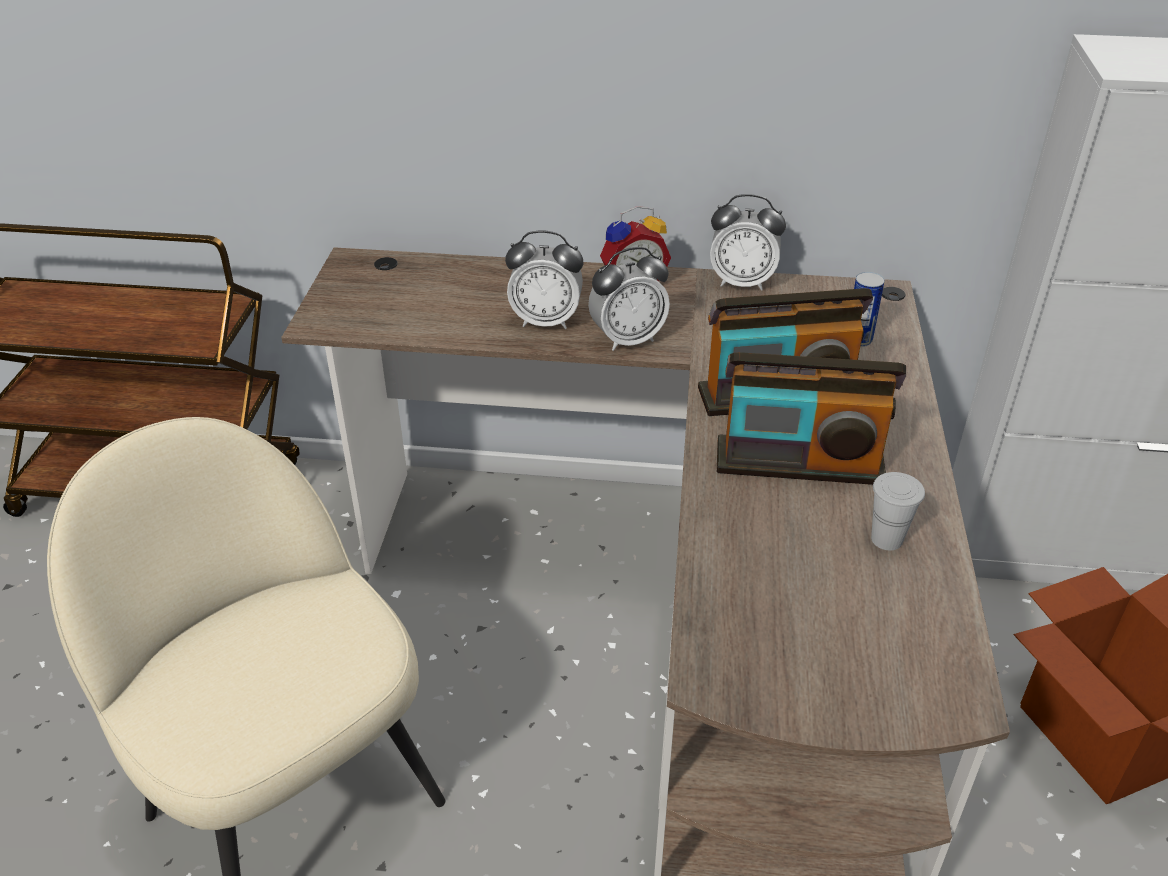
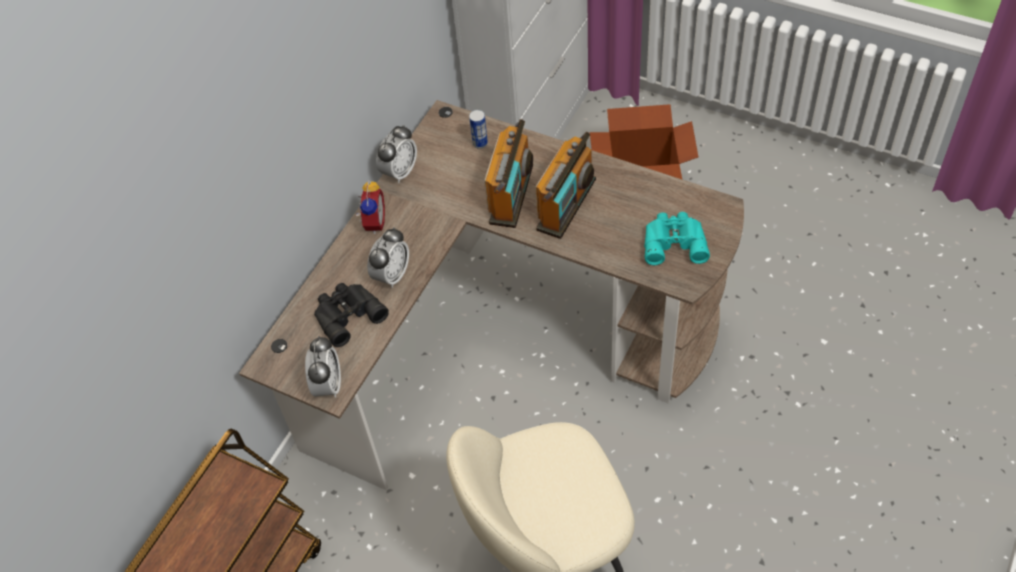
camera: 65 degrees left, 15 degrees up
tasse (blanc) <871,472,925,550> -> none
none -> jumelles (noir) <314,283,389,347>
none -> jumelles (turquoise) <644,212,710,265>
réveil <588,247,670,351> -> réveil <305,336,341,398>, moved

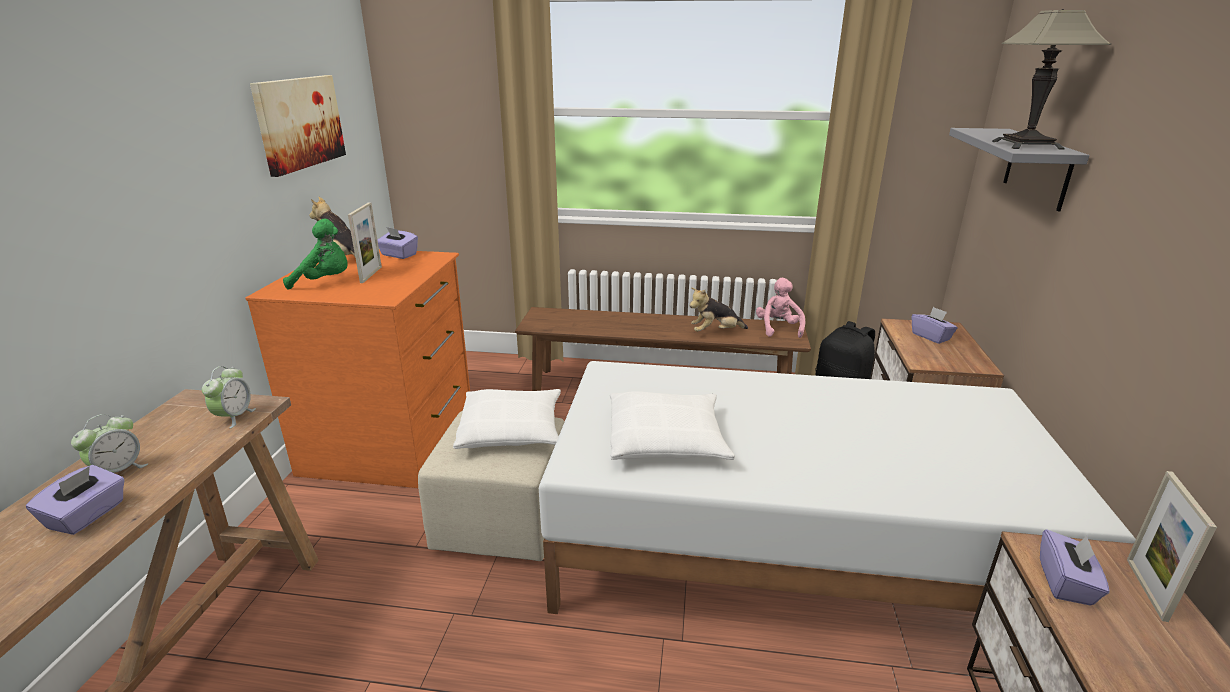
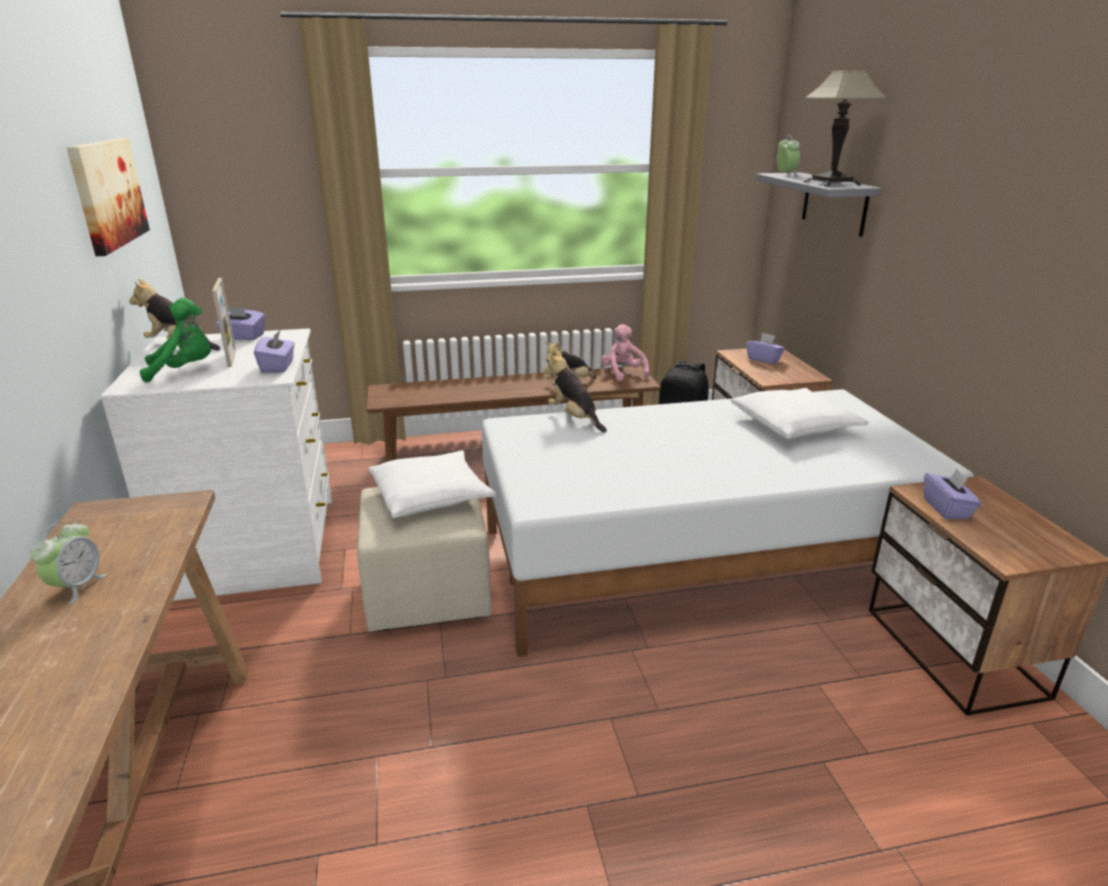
camera: 20 degrees left, 0 degrees up
cadre photo <1127,471,1217,622> -> none
none -> peluche <544,350,607,433>
boîte à mouchoirs (violet) <26,465,125,535> -> boîte à mouchoirs (violet) <254,329,295,373>, moved
réveil <202,366,256,428> -> réveil <777,135,800,176>, moved
coussin (blanc) <610,391,735,460> -> coussin (blanc) <731,388,869,439>, moved
commode (orange) <245,249,470,488> -> commode (blanc) <100,328,332,601>

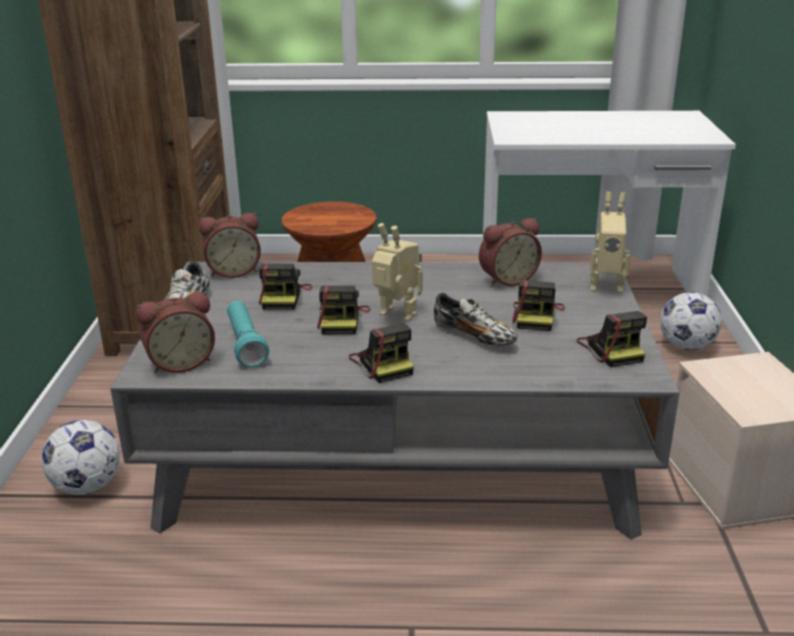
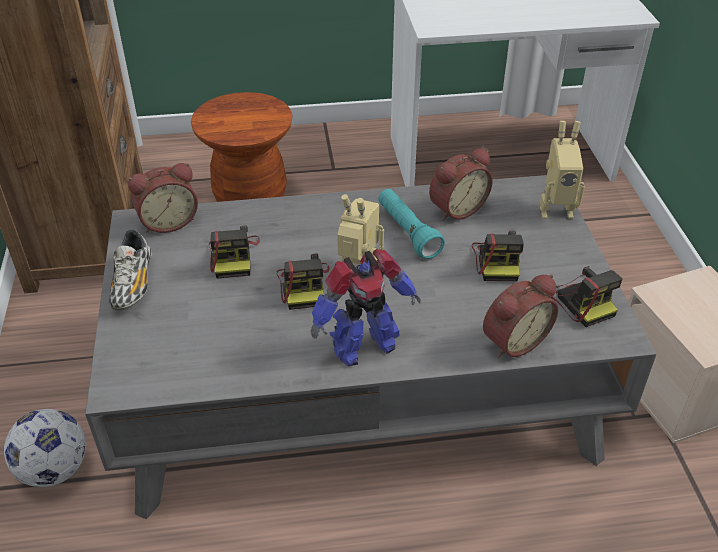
camera: 10 degrees left, 15 degrees up
chaussure <434,292,518,346> -> none
ballon de foot <660,292,722,351> -> none
réveil <136,292,215,373> -> réveil <483,274,558,358>, moved
lampe de poche (turquoise) <227,301,269,367> -> lampe de poche (turquoise) <378,189,445,259>, moved
appareil photo <349,323,414,383> -> robot jouet <311,249,421,366>

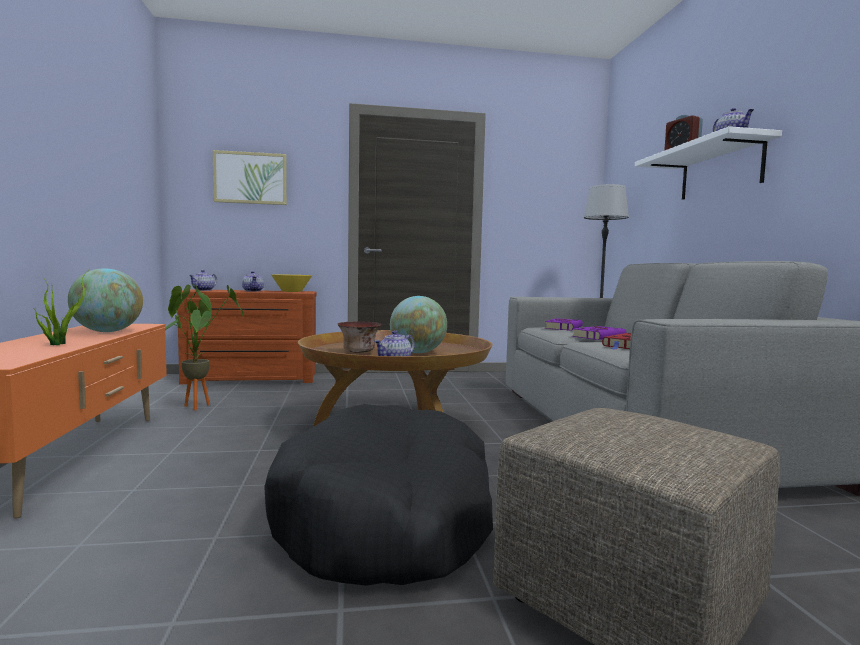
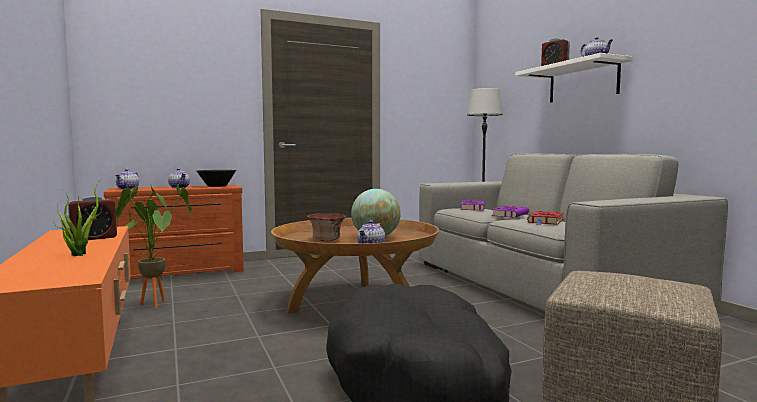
camera: 15 degrees left, 0 degrees up
tableau <213,150,287,205> -> none
globe <68,268,143,332> -> réveil <68,196,117,241>
bol (jaune) <271,274,312,292> -> bol (noir) <197,170,236,187>

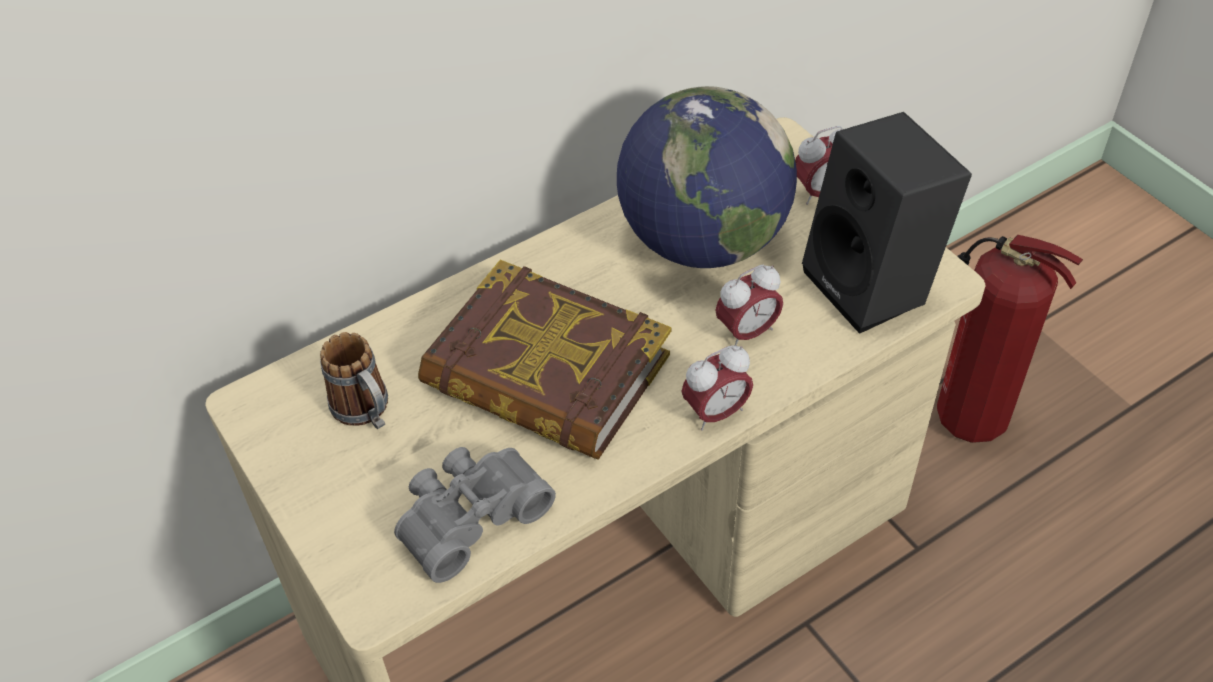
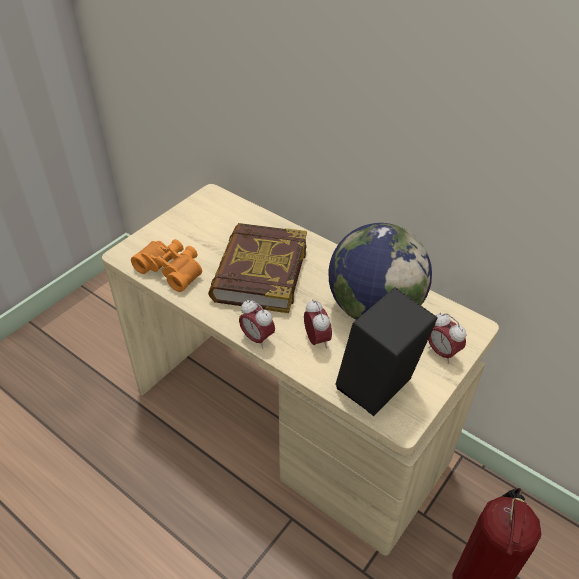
camera: 70 degrees right, 5 degrees down
mug <320,332,388,429> -> none
jumelles (gris) <394,447,556,583> -> jumelles (orange) <131,239,202,292>
réveil <715,264,783,346> -> réveil <304,299,332,348>, 150 degrees counterclockwise

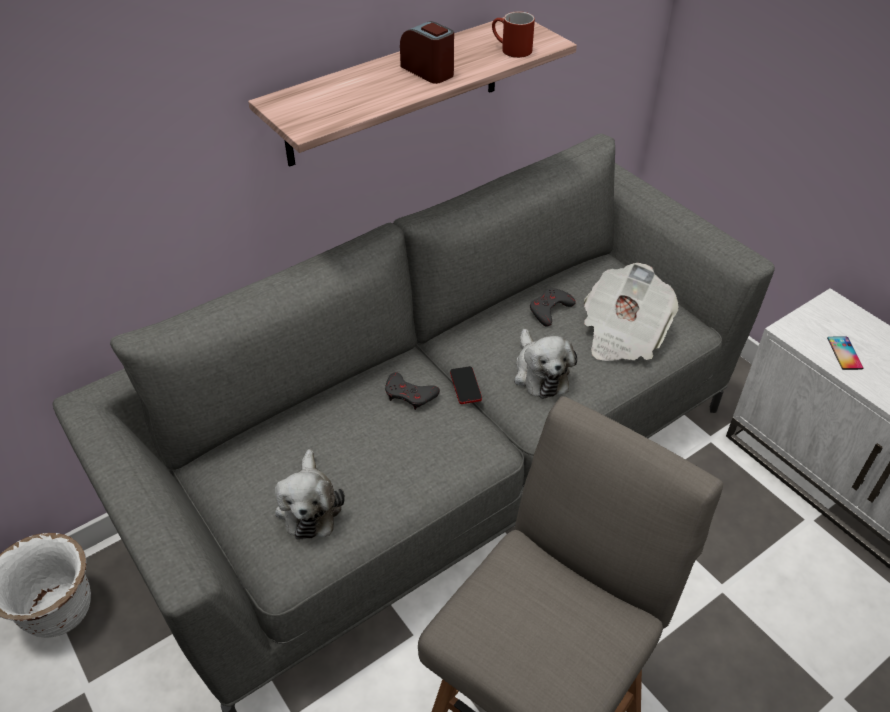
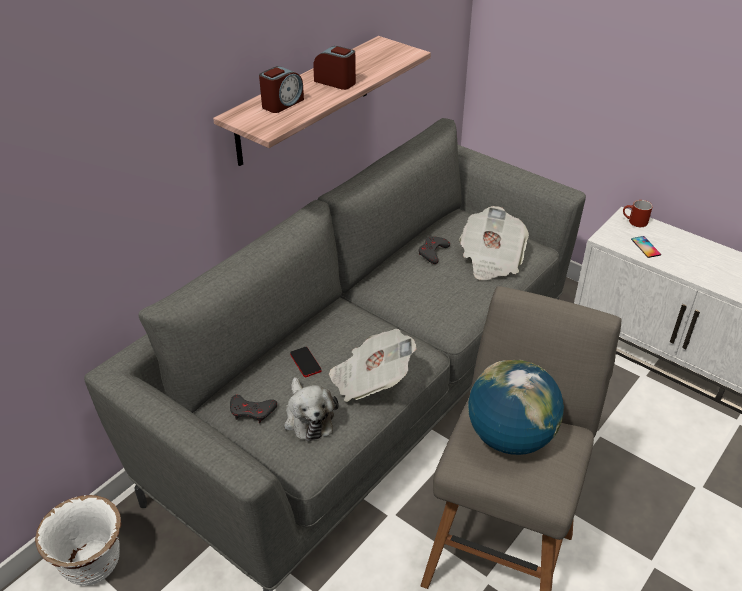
camera: 15 degrees left, 5 degrees down
peluche <514,329,577,399> -> none
none -> réveil <259,66,304,113>
none -> journal <329,329,416,402>
none -> globe <468,360,564,455>
manette (gris) <385,372,440,410> -> manette (gris) <230,395,277,423>, moved
téléphone <450,366,482,404> -> téléphone <290,347,322,377>, moved
mug (rouge) <492,11,535,58> -> mug (rouge) <623,200,653,227>, moved

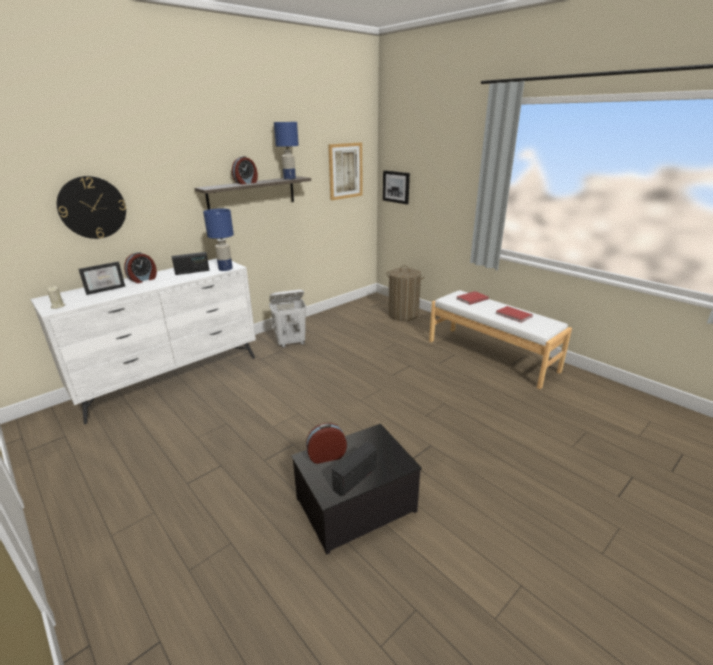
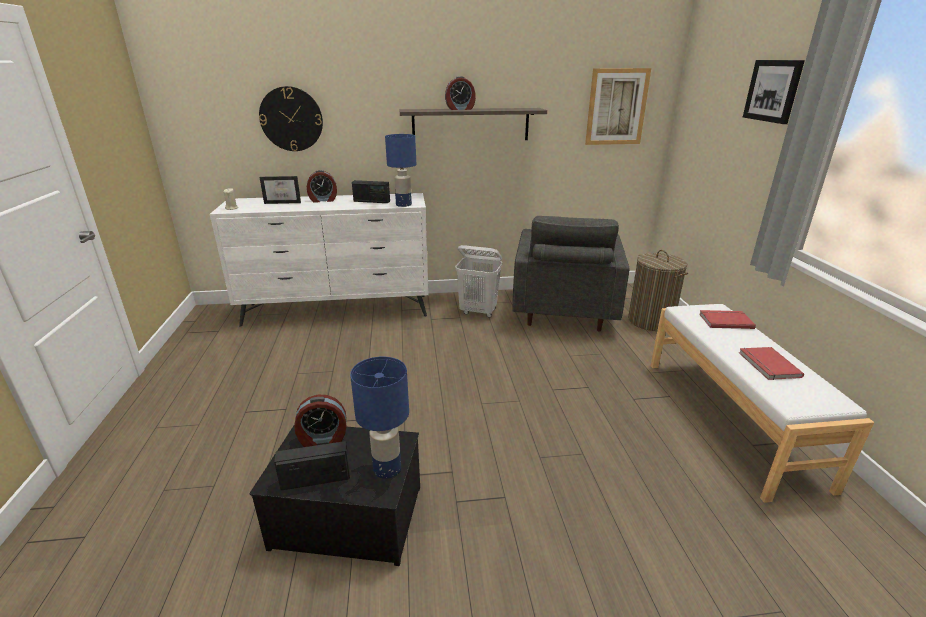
camera: 35 degrees right, 0 degrees up
none -> fauteuil (gris) <512,216,630,332>
lampe de table (bleu) <274,122,299,180> -> lampe de table (bleu) <350,357,409,479>, moved
tableau <383,170,410,204> -> tableau <743,60,805,124>, moved
réveil <306,423,347,464> -> réveil <294,395,347,447>, 150 degrees clockwise

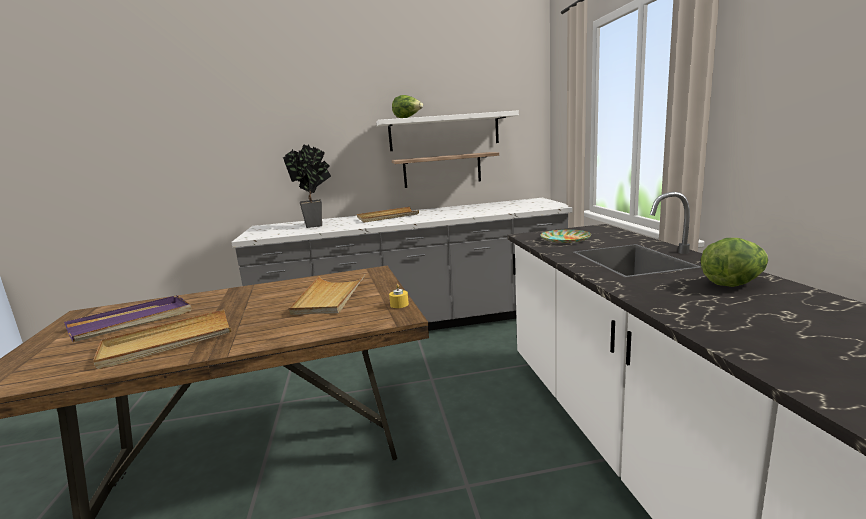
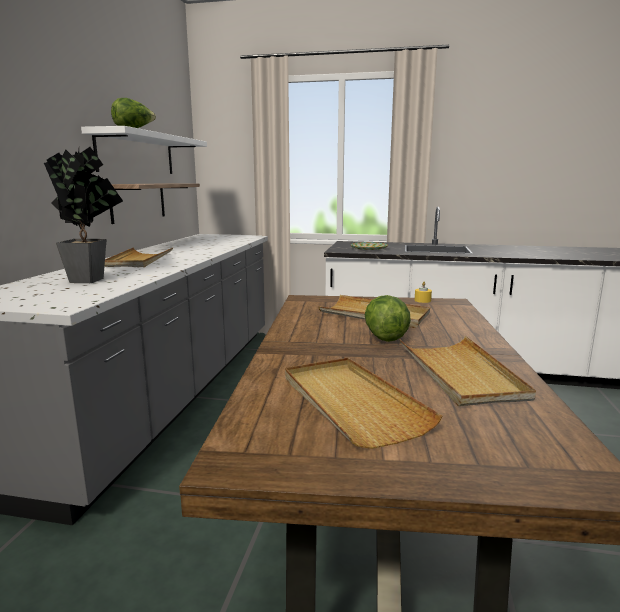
camera: 70 degrees left, 0 degrees up
laitue <701,238,768,287> -> laitue <365,295,411,342>, moved
plateau (violet) <64,295,192,342> -> plateau (beige) <285,358,442,449>

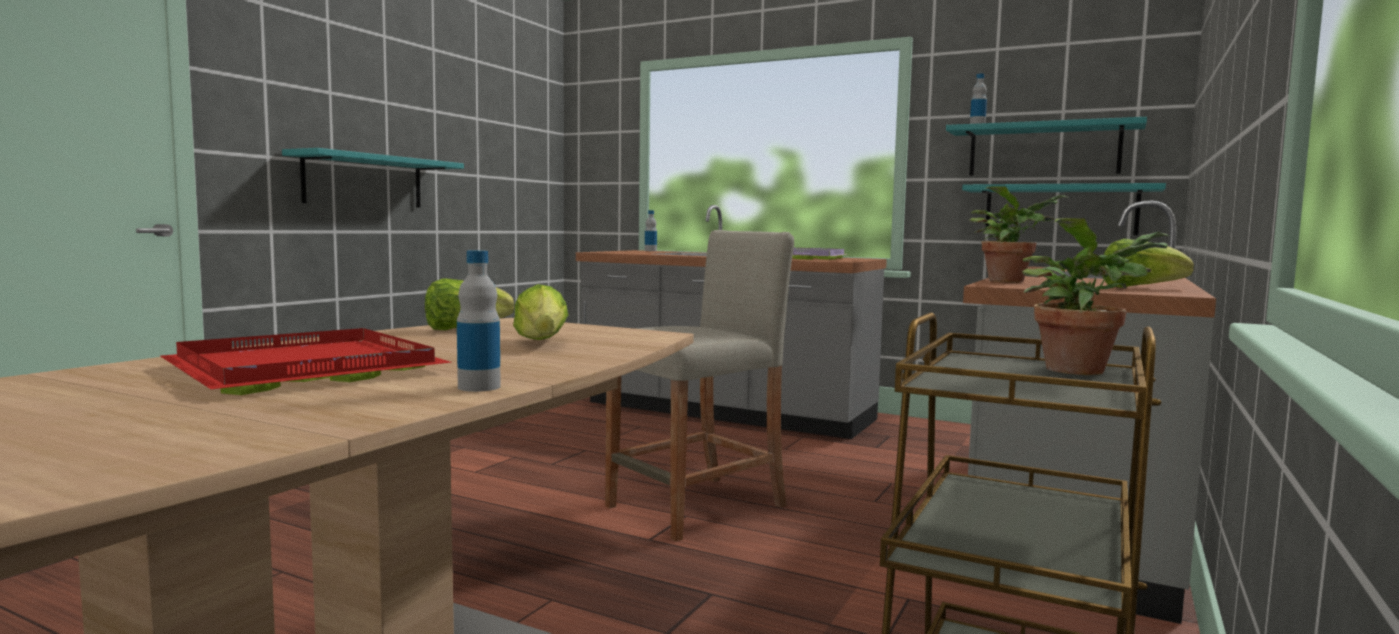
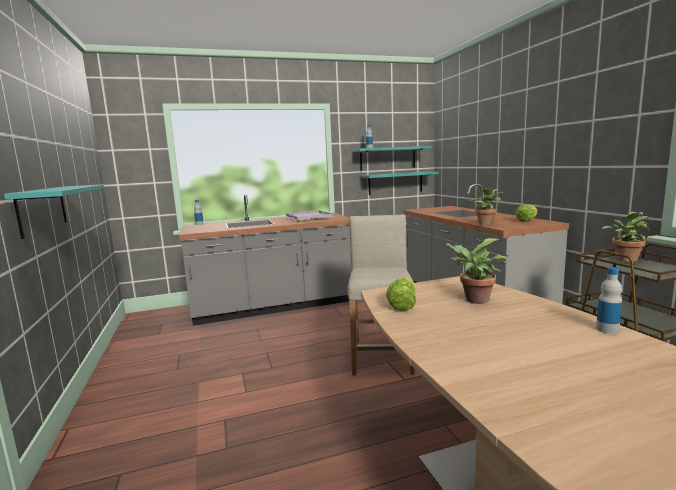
camera: 45 degrees left, 5 degrees up
plateau (rouge) <160,328,453,395> -> none
laitue <513,284,568,340> -> plante en pot <443,238,507,304>

